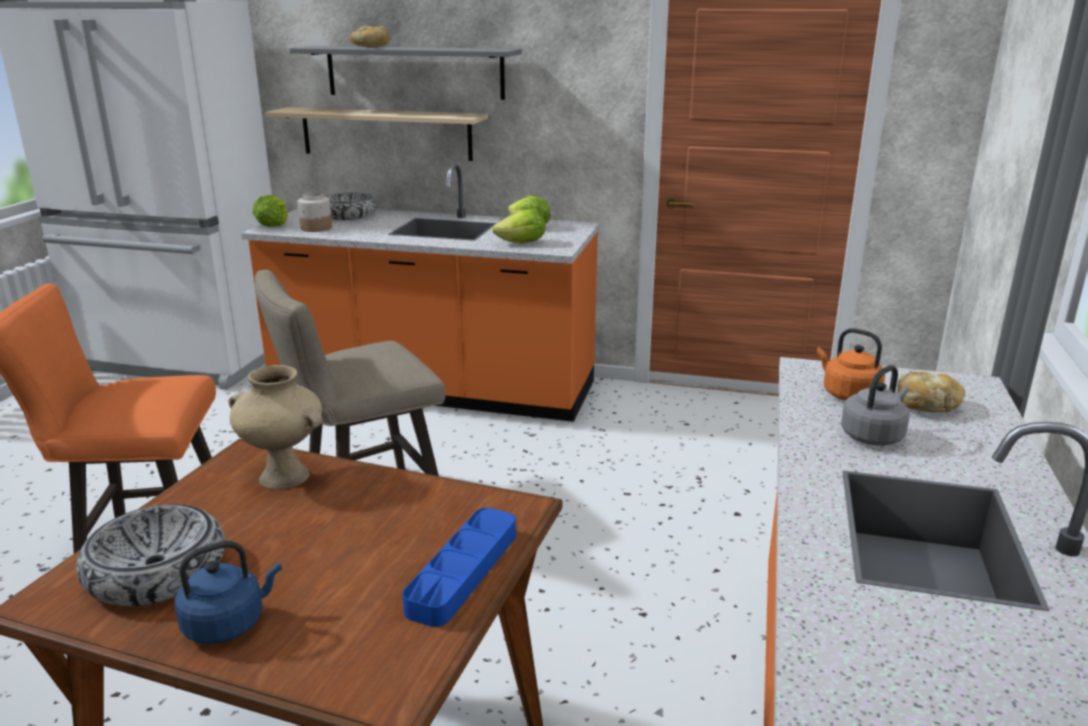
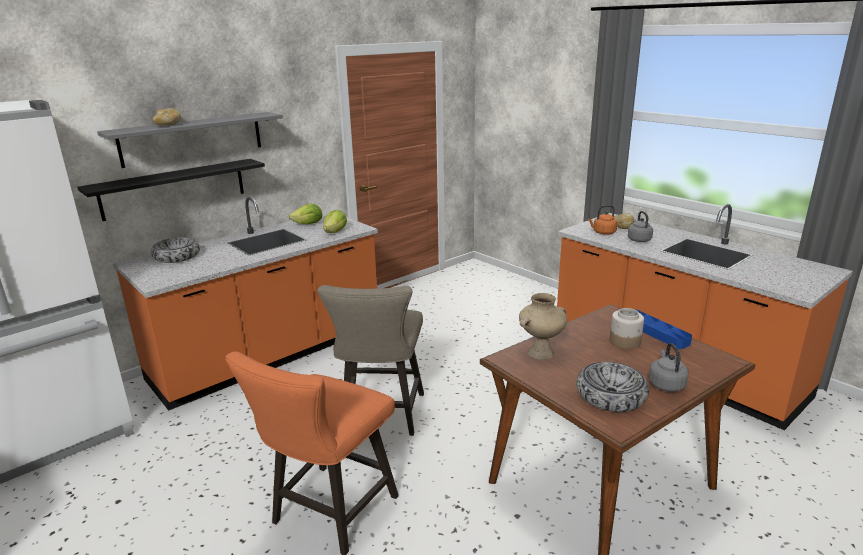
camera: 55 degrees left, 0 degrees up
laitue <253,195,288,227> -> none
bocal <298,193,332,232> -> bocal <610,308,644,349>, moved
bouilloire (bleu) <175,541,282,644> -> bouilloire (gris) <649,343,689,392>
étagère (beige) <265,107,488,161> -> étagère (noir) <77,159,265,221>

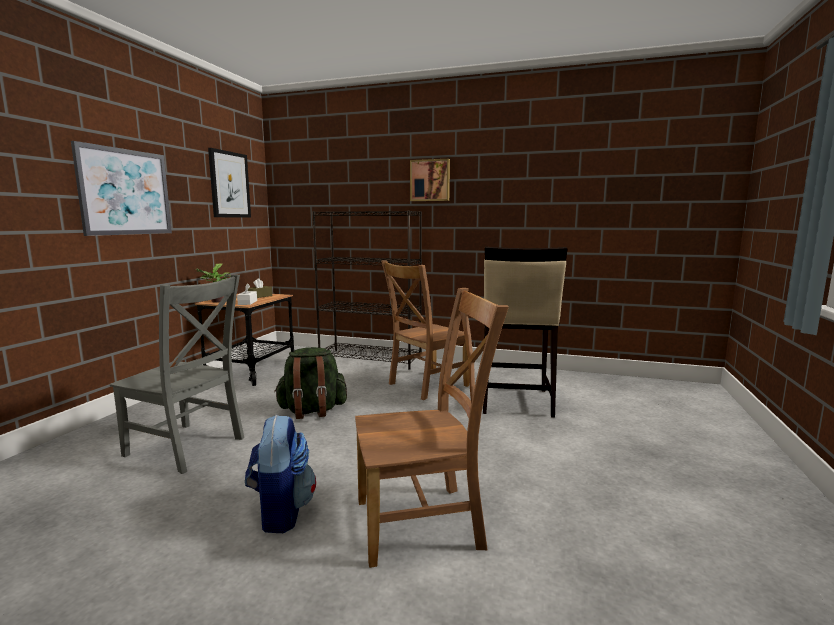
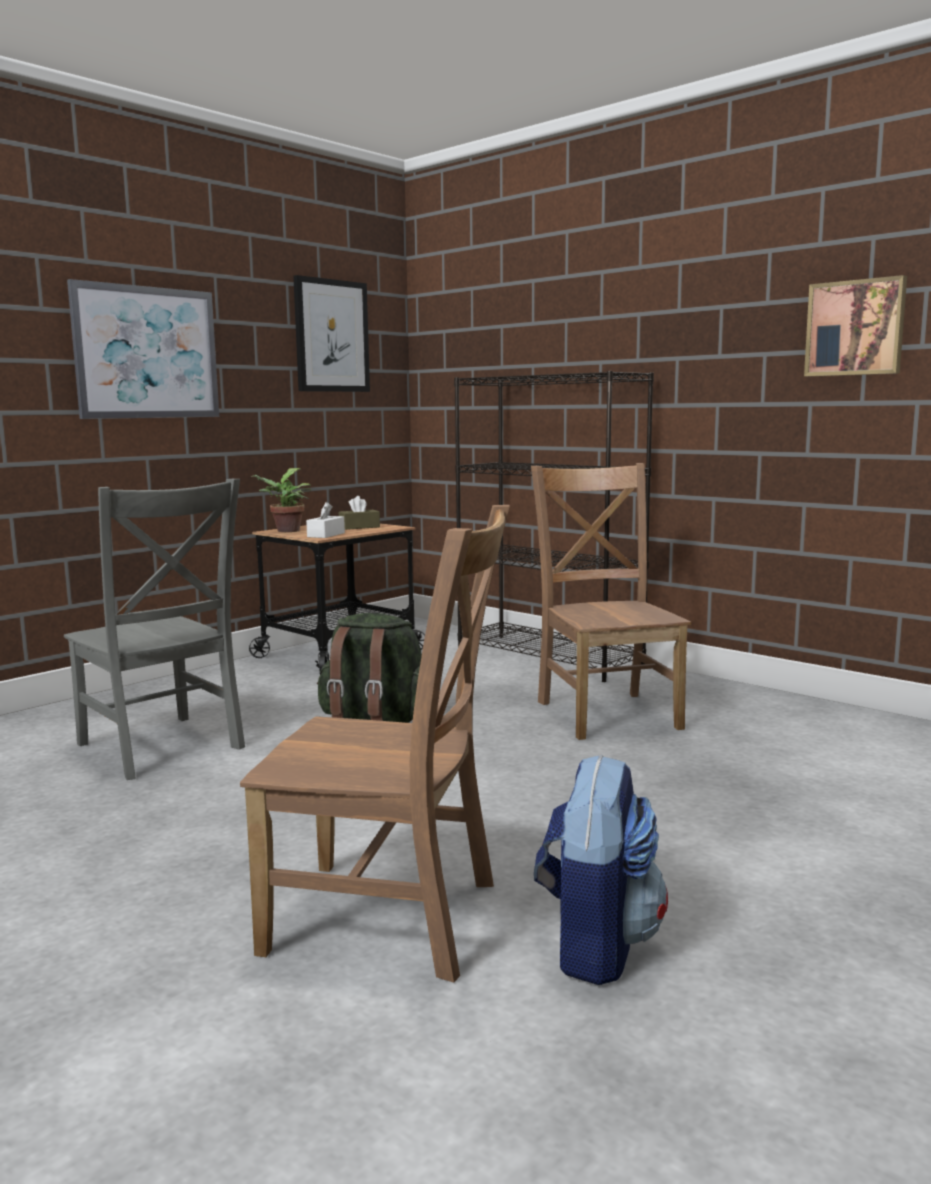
camera: 25 degrees right, 0 degrees up
tabouret (beige) <483,247,568,418> -> none
sac à dos <245,415,316,533> -> sac à dos <534,754,668,985>, moved
tableau <410,159,450,201> -> tableau <804,275,907,376>, moved
chaise (marron) <381,261,469,400> -> chaise (marron) <531,463,691,740>, 90 degrees clockwise

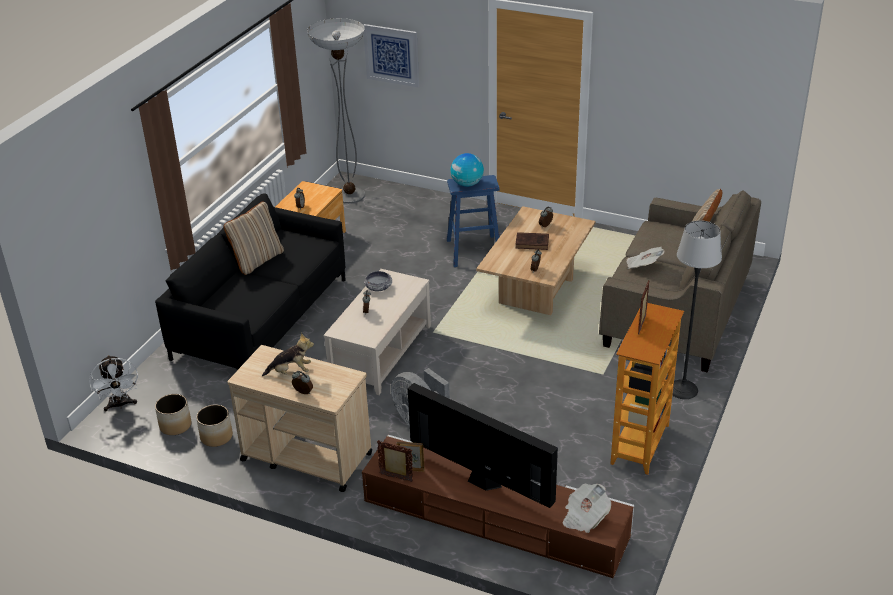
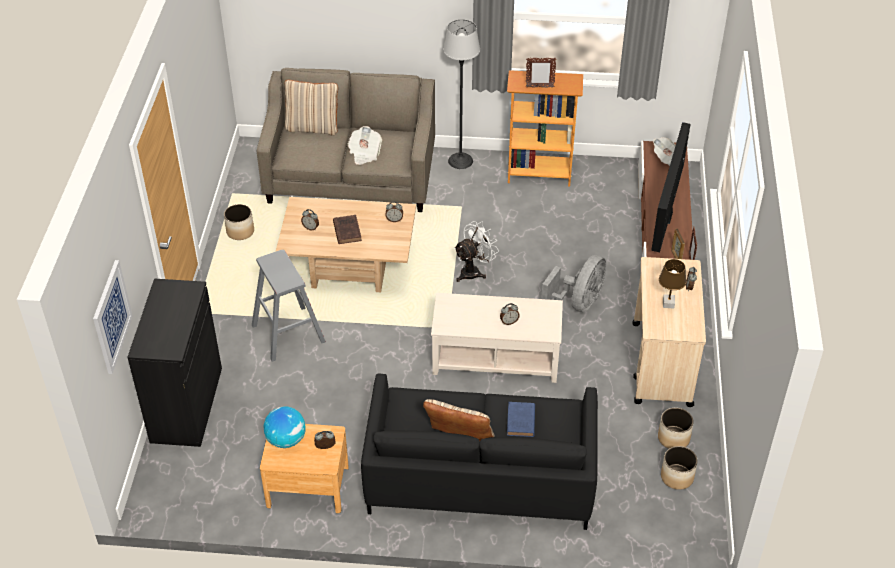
camera: 110 degrees left, 10 degrees up
lampadaire <307,18,365,204> -> none
bol <364,271,392,291> -> none
none -> meuble de rangement (noir) <127,279,222,447>
none -> cache-pot <224,204,254,240>
none -> livre (bleu) <507,402,535,437>
ventilateur (blanc) <89,355,138,411> -> ventilateur (blanc) <454,221,499,282>, moved
globe <450,153,484,187> -> globe <264,406,306,448>, moved
peluche <262,333,314,376> -> lampe de table (marron) <659,259,687,309>
tabouret (bleu) <447,175,500,267> -> tabouret (gris) <252,250,326,362>

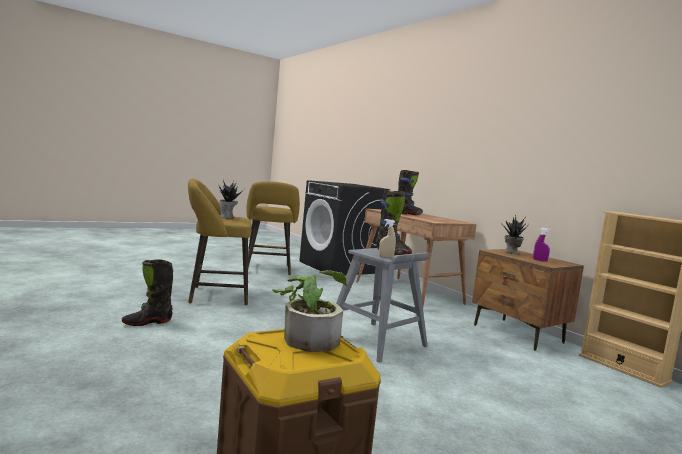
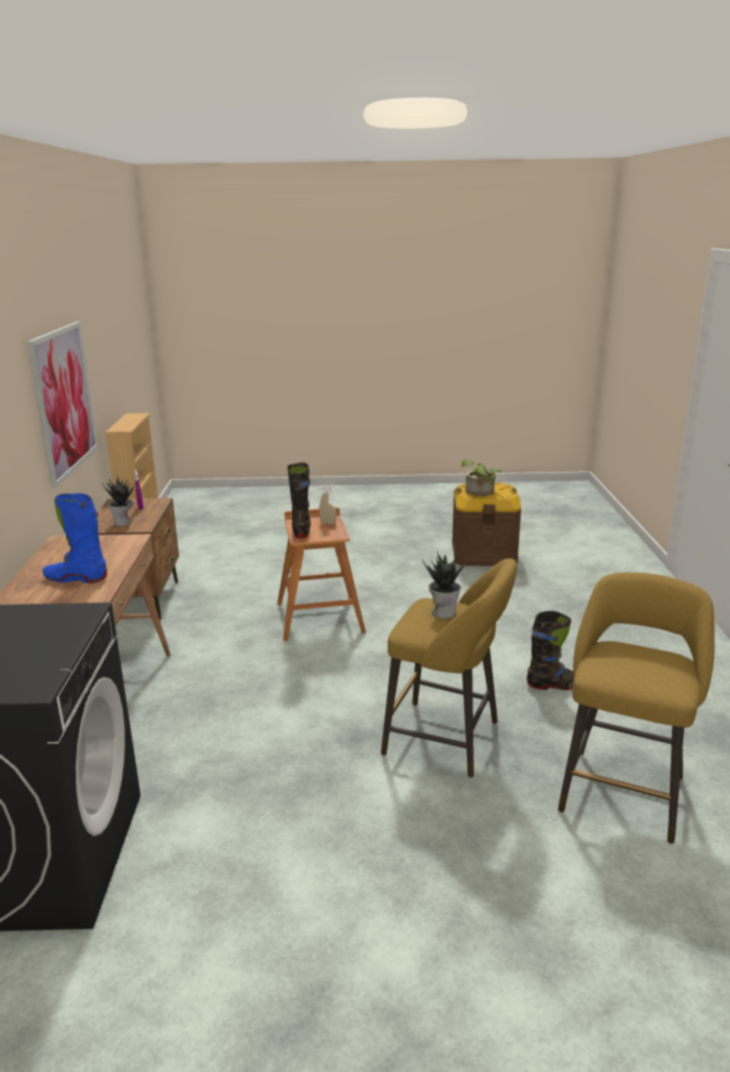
camera: 145 degrees left, 15 degrees up
none -> tableau <27,322,98,488>
tabouret (jaune) <246,181,300,275> -> tabouret (jaune) <558,572,715,844>, moved
tabouret (gris) <336,248,429,363> -> tabouret (marron) <277,507,366,641>
botte (noir) <398,170,423,215> -> botte (bleu) <43,493,107,583>

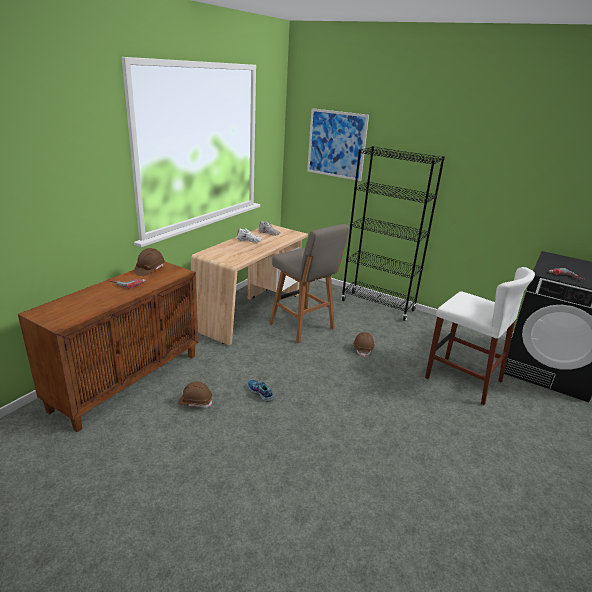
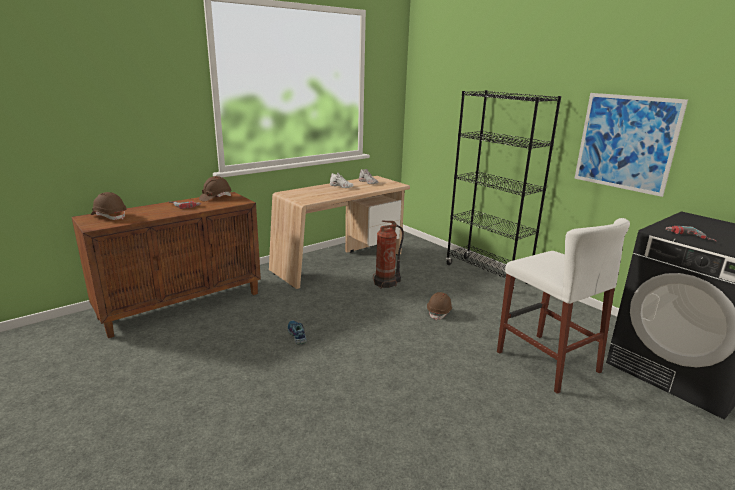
camera: 20 degrees right, 5 degrees down
casque de chantier (marron) <178,381,212,408> -> casque de chantier (marron) <91,192,127,220>, moved
tableau <307,108,369,181> -> tableau <574,93,688,197>, moved
tabouret (gris) <269,224,350,343> -> extincteur <373,221,404,289>

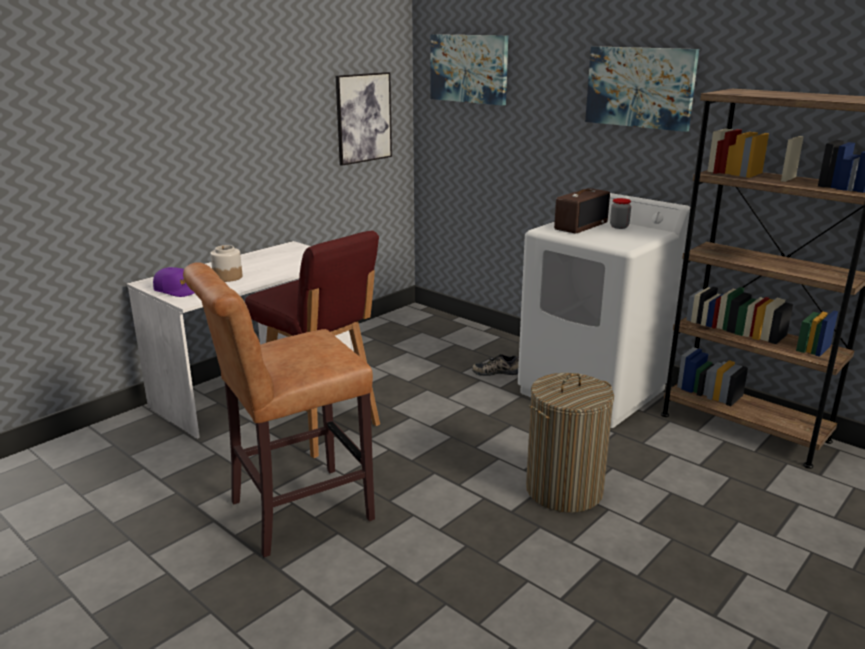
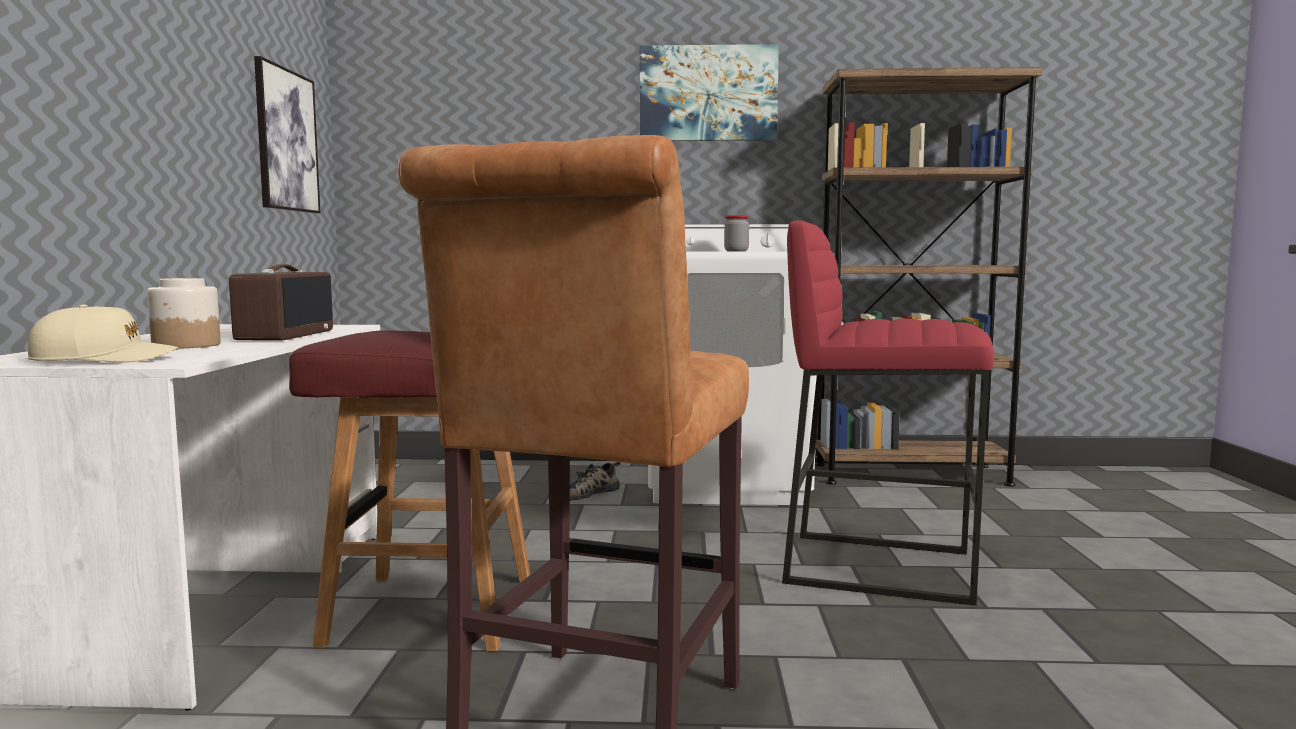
camera: 40 degrees left, 15 degrees down
tableau <430,34,508,106> -> none
radio <554,188,610,234> -> radio <229,264,333,340>, moved
panier à linge <526,373,614,513> -> tabouret (rouge) <782,221,994,606>
casquette (violet) <153,267,194,297> -> casquette (beige) <28,304,178,363>

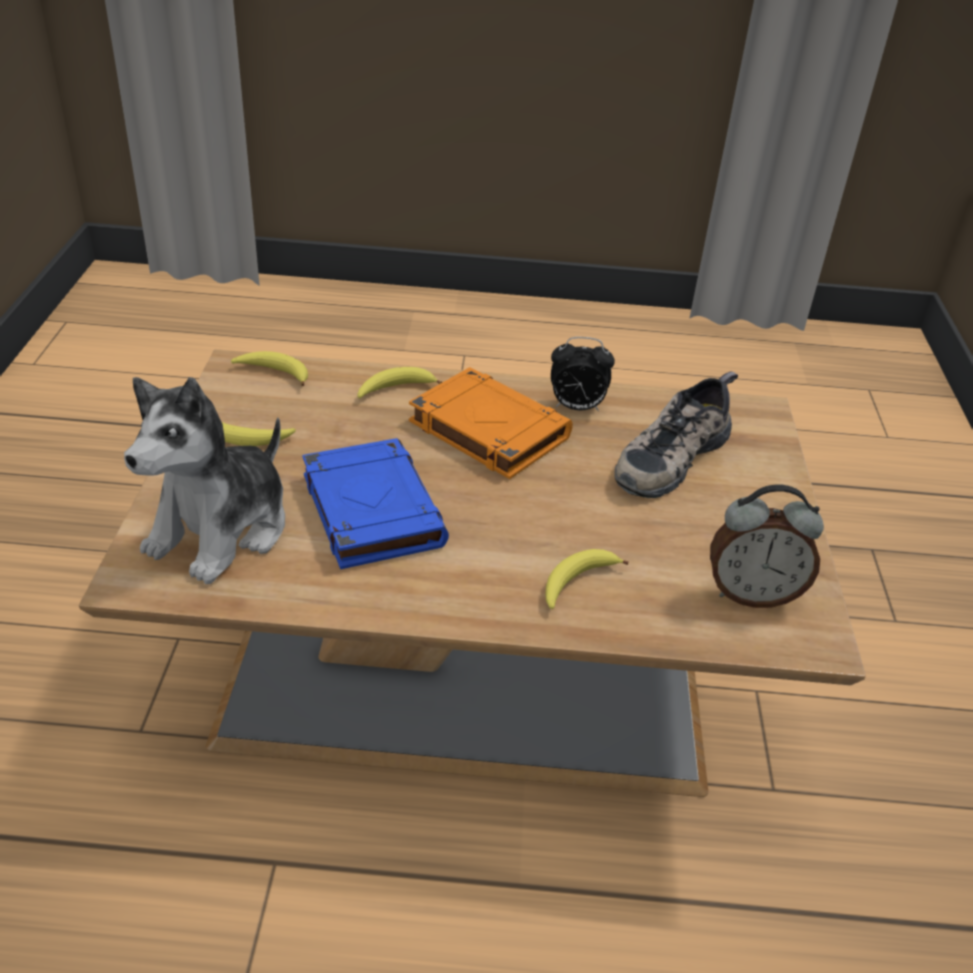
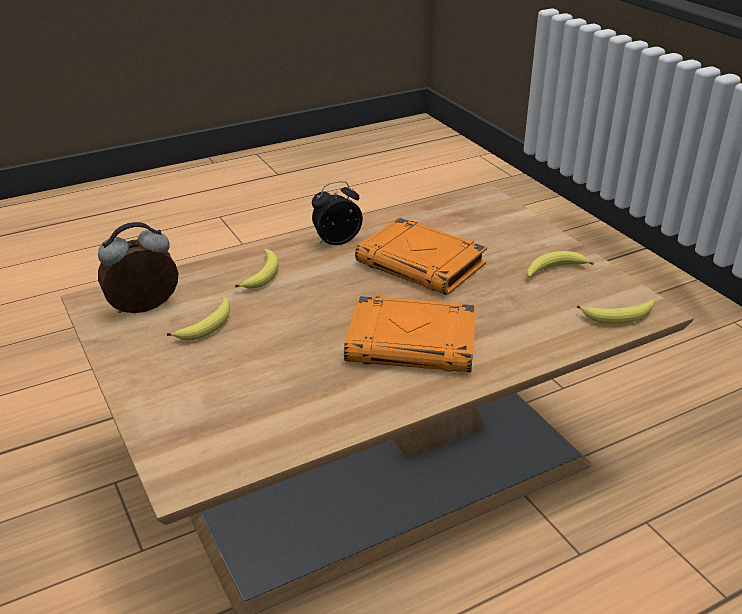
camera: 150 degrees right, 5 degrees down
peluche <124,377,285,584> -> none
chaussure <614,371,738,498> -> none
banane <357,367,442,398> -> banane <167,297,230,340>, moved
réveil <551,337,615,411> -> réveil <312,181,363,245>, moved
livre (bleu) <302,438,449,569> -> livre (orange) <355,217,487,295>

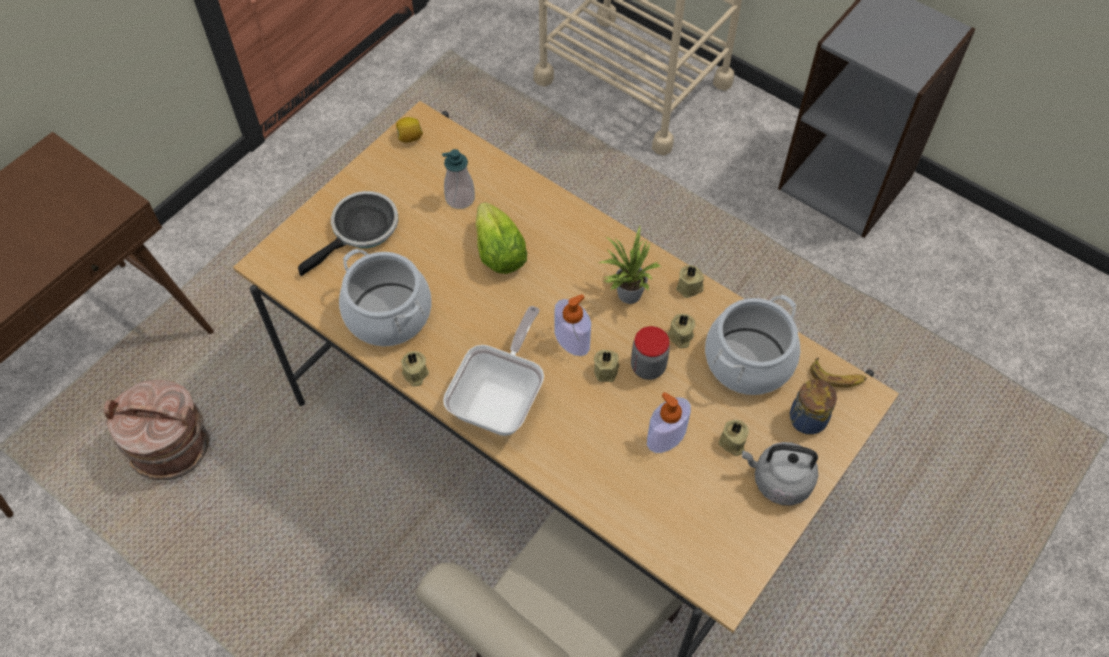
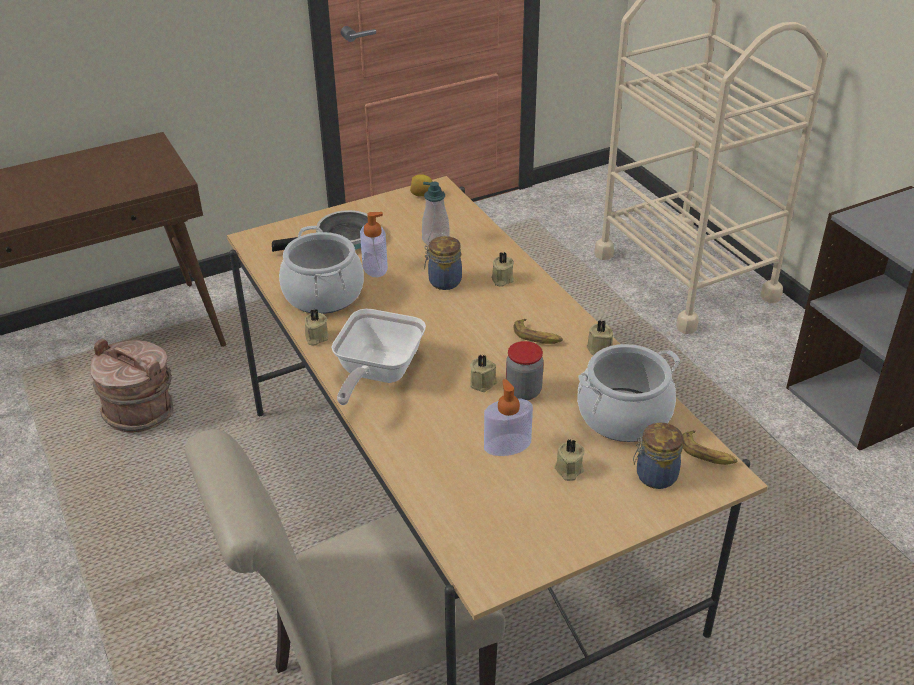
camera: 25 degrees right, 20 degrees down
bouilloire (gris) <742,442,819,505> -> none
distributeur de savon <555,294,591,356> -> distributeur de savon <360,212,388,277>, moved
bougie (beige) <668,314,695,348> -> bougie (beige) <491,252,514,287>, moved
laitue <475,202,527,274> -> bocal <424,236,462,290>
plante en pot <599,226,661,304> -> banane <514,319,563,344>
poêle <443,306,544,436> -> poêle <331,309,426,405>, 150 degrees clockwise

